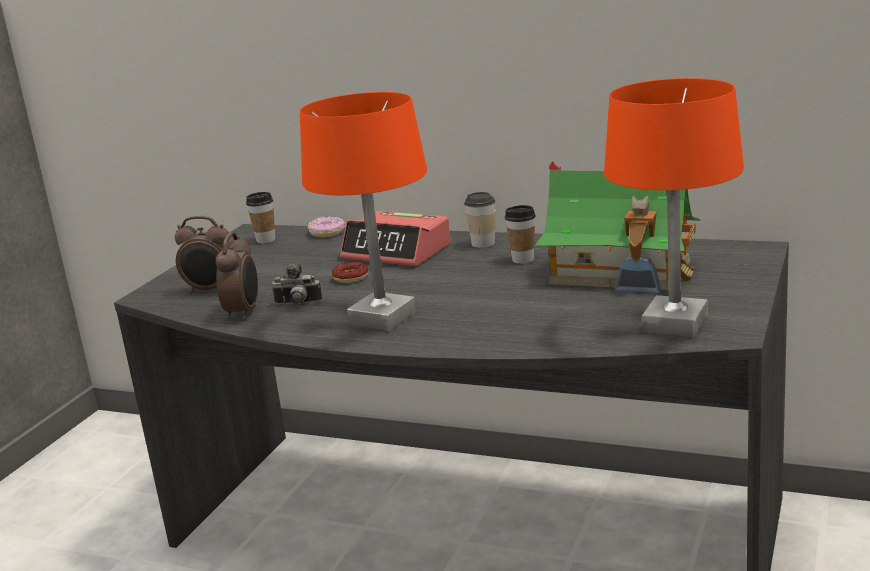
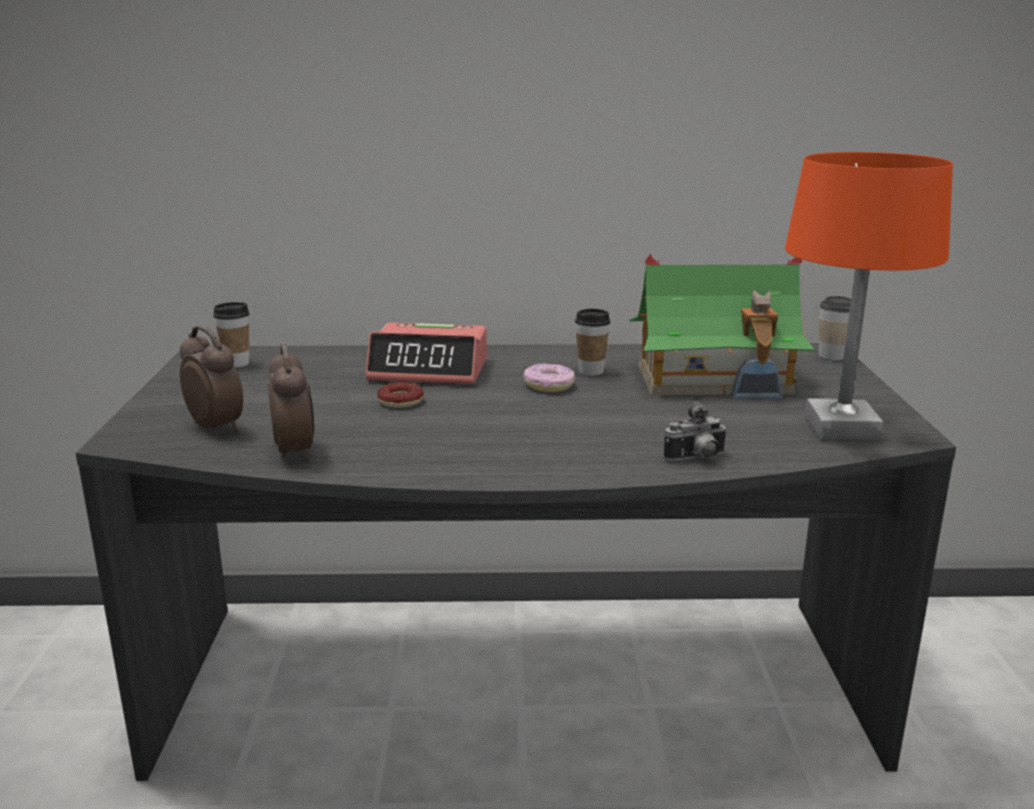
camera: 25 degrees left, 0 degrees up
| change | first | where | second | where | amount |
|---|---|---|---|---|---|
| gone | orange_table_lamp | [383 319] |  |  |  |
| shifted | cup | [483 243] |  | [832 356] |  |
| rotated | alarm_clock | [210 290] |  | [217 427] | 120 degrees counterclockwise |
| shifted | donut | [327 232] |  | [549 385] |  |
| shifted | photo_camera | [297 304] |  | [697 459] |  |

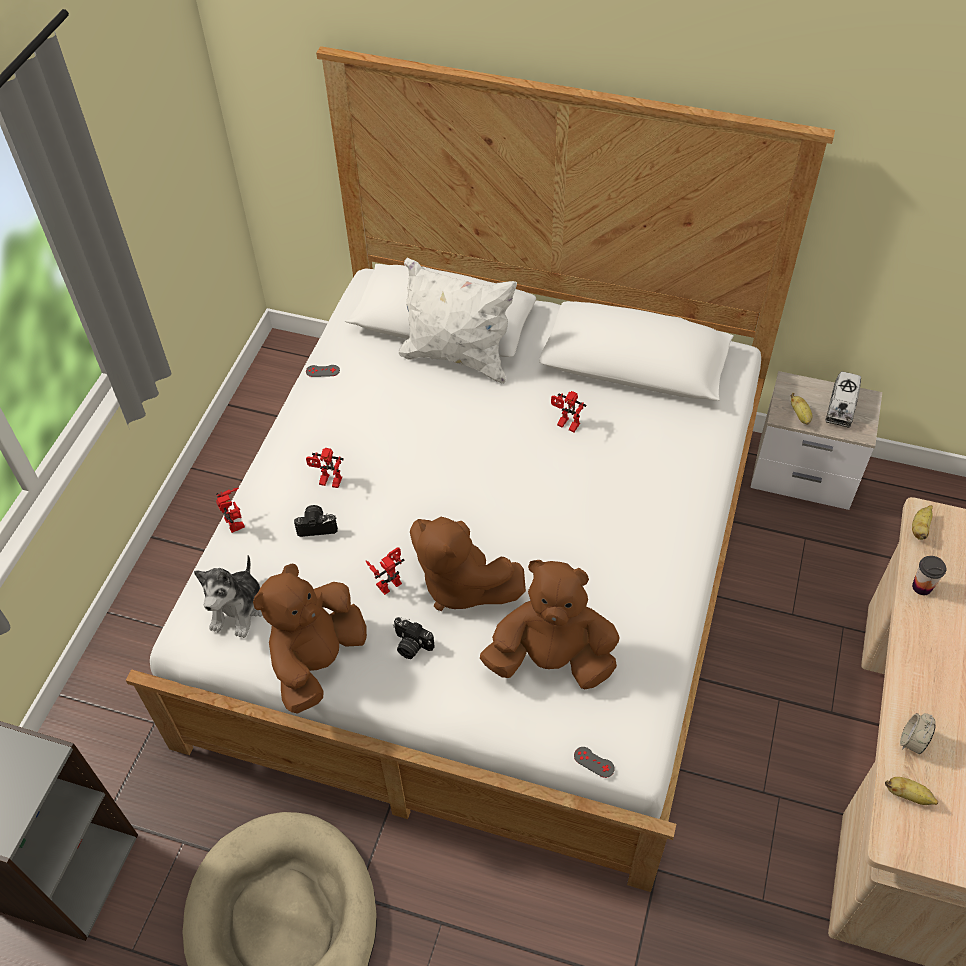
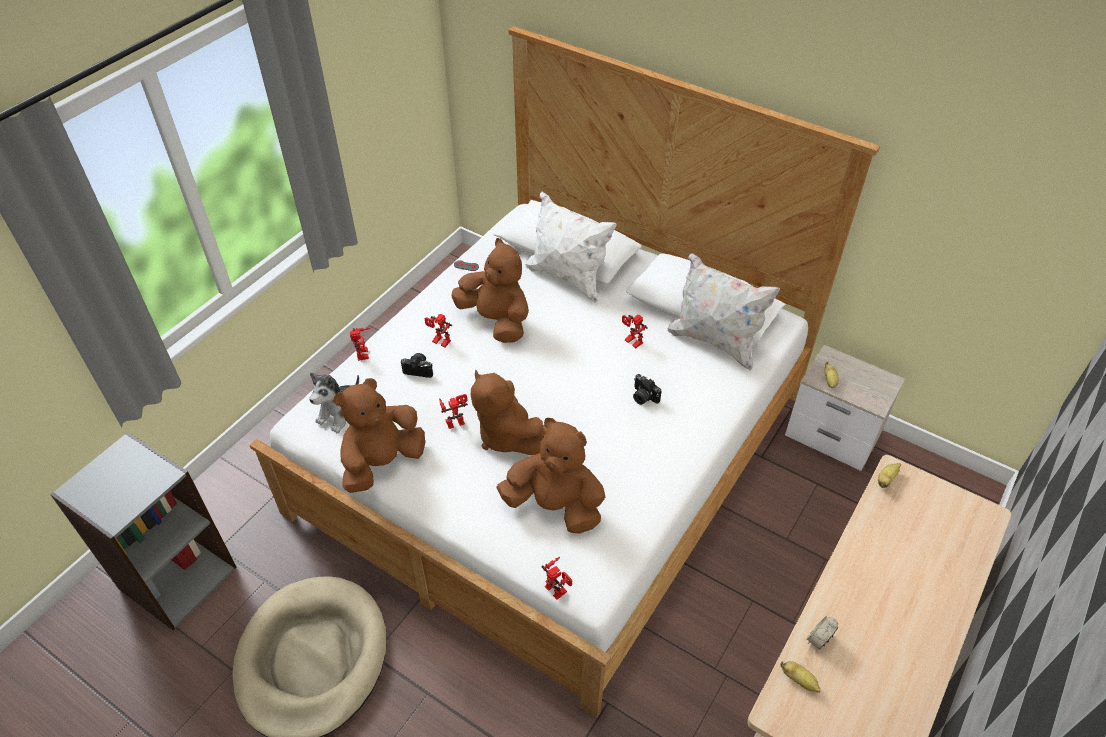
camera: 15 degrees right, 5 degrees down
| change | first | where | second | where | amount |
|---|---|---|---|---|---|
| gone | toy_truck | [841 407] |  |  |  |
| gone | cup | [922 587] |  |  |  |
| shifted | photo_camera | [411 645] |  | [643 397] |  |
| swapped | grey_game_controller | [594 762] | toy_robot | [559 588] |  |
| new |  |  | brown_plush_toy | [496 321] |  |
| new |  |  | white_pillow | [714 342] |  |

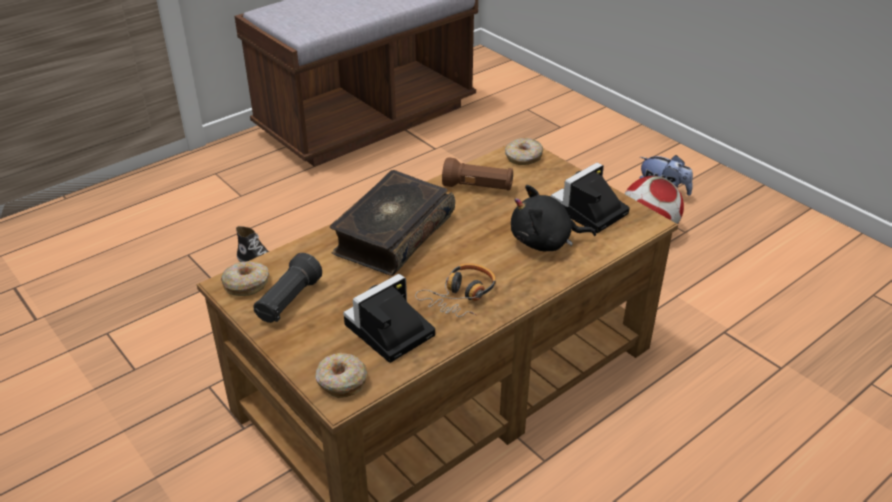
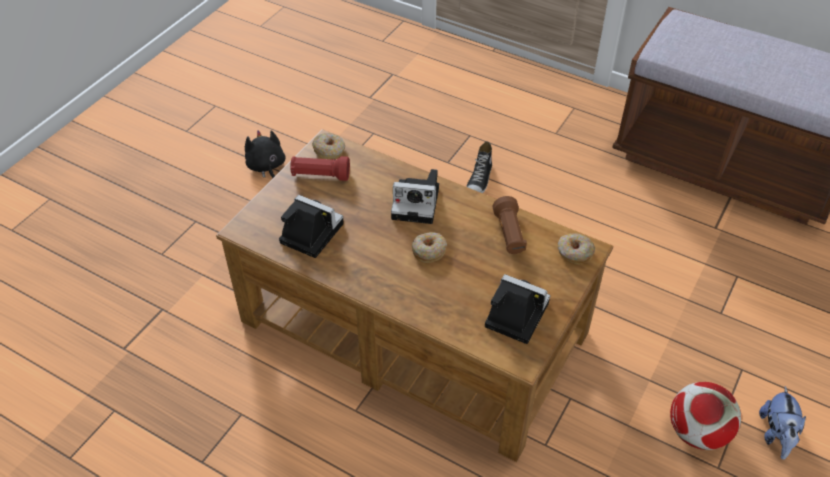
camera: 70 degrees right, 10 degrees up
| change | first | where | second | where | amount |
|---|---|---|---|---|---|
| swapped | book | [392 235] | photo_camera | [418 203] |  |
| shifted | black_plush_toy | [545 242] |  | [266 167] |  |
| repainted | black_flashlight | [288 301] | red_flashlight | [320 175] |  |
| gone | headphones | [461 297] |  |  |  |
| shifted | donut | [341 381] |  | [429 251] |  |

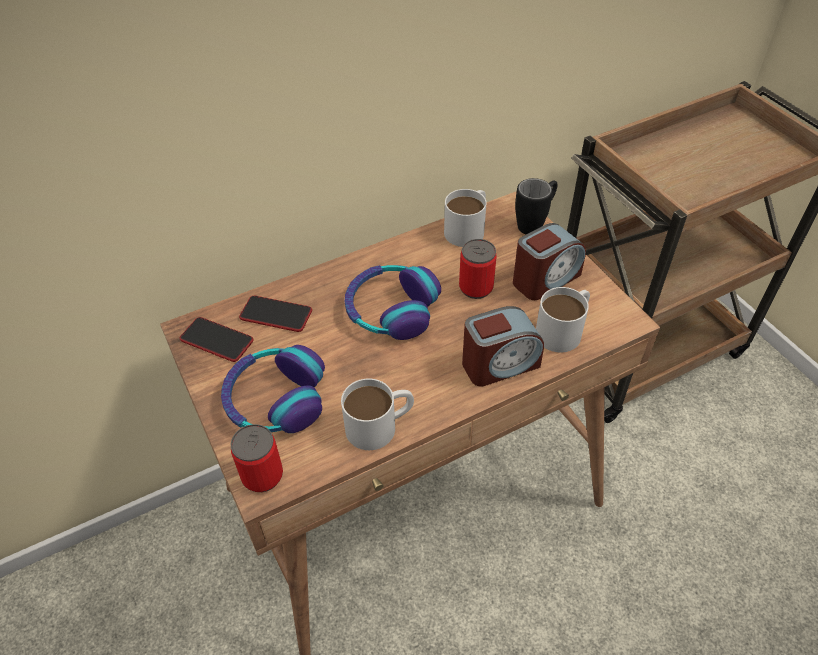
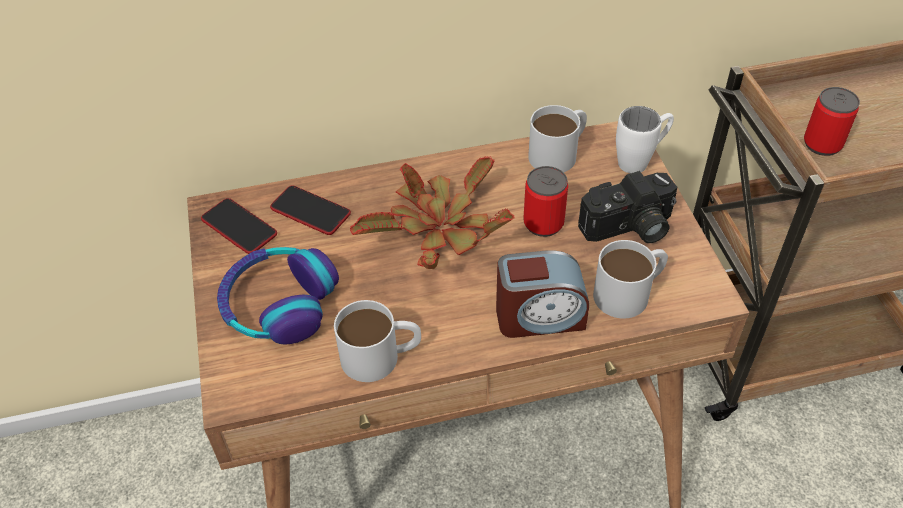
camera: 15 degrees right, 0 degrees up
| change | first | where | second | where | amount |
|---|---|---|---|---|---|
| repainted | black_mug | [535 223] | white_mug | [640 160] |  |
| swapped | alarm_clock | [545 279] | photo_camera | [629 228] |  |
| swapped | headphones | [391 310] | potted_plant | [438 230] |  |
| shifted | can | [262 475] |  | [822 144] |  |

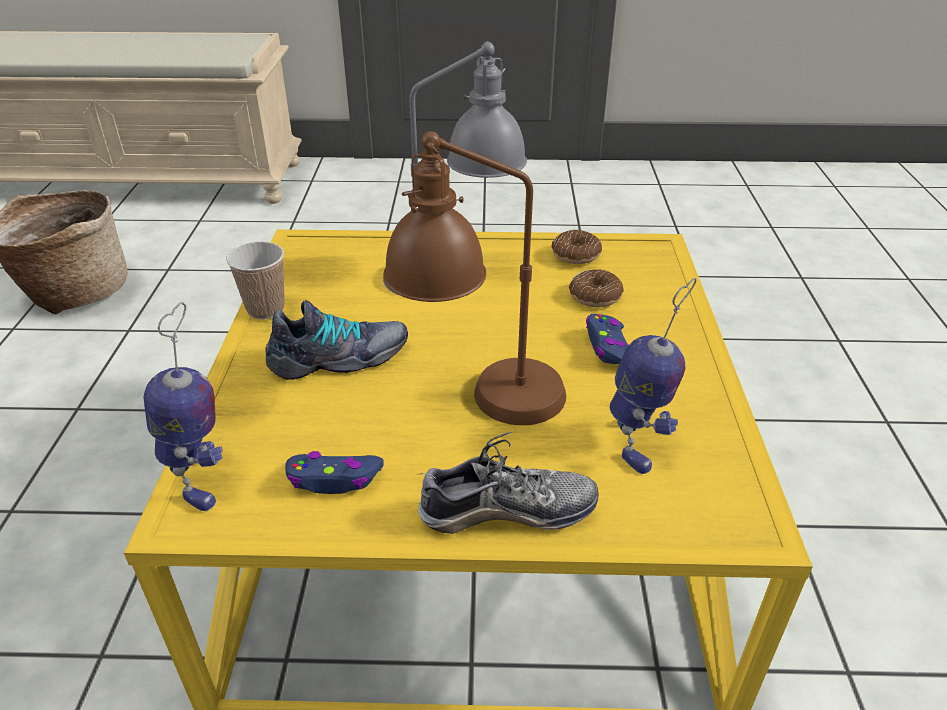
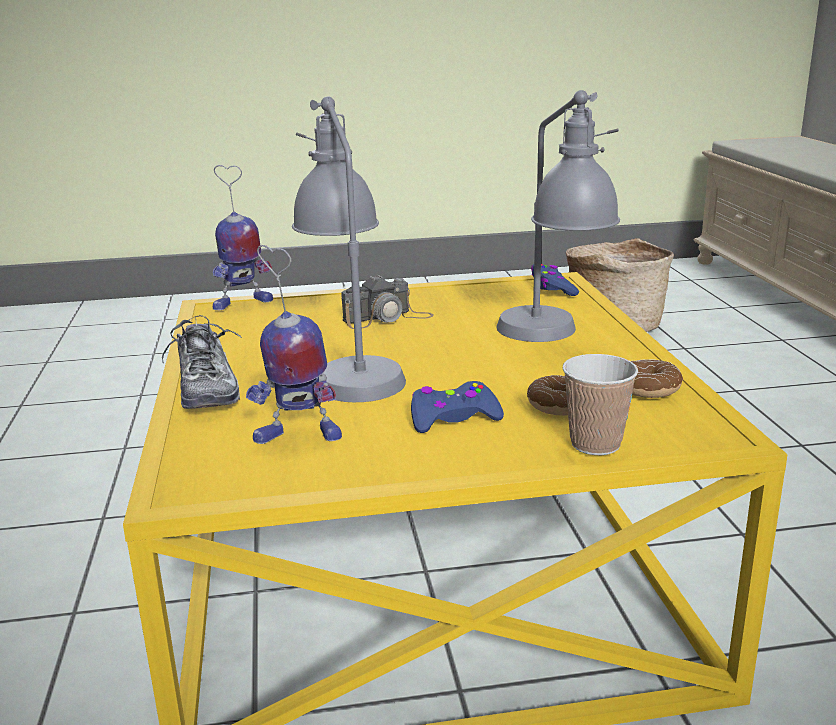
camera: 80 degrees right, 15 degrees down
| change | first | where | second | where | amount |
|---|---|---|---|---|---|
| repainted | brown_table_lamp | [479 398] | grey_table_lamp | [350 368] |  |
| shifted | cup | [265 309] |  | [595 444] |  |
| swapped | shoe | [340 359] | photo_camera | [387 318] |  |
| shifted | blue_game_controller | [334 479] |  | [552 288] |  |

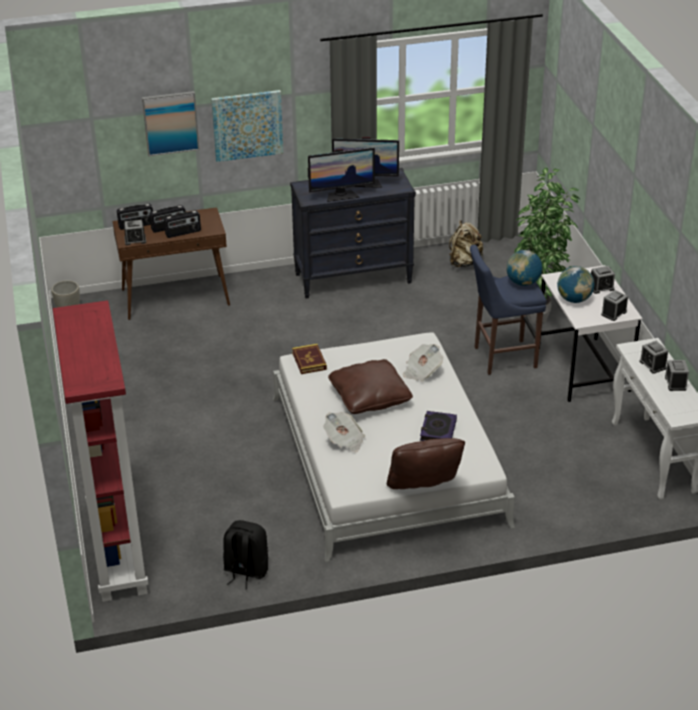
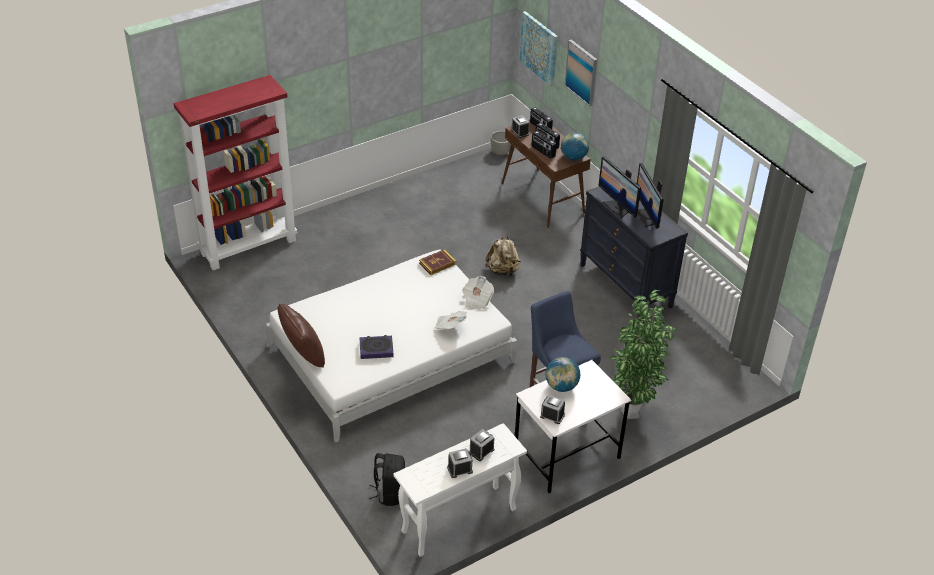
camera: 70 degrees right, 5 degrees up
| change | first | where | second | where | amount |
|---|---|---|---|---|---|
| shifted | picture | [247 125] |  | [539 48] |  |
| shifted | beige_backpack | [464 262] |  | [503 271] |  |
| shifted | globe | [523 283] |  | [573 157] |  |
| gone | alarm_clock | [601 287] |  |  |  |
| gone | brown_pillow | [369 397] |  |  |  |
| shifted | newspaper | [344 440] |  | [476 300] |  |
| shifted | black_backpack | [245 571] |  | [389 493] |  |

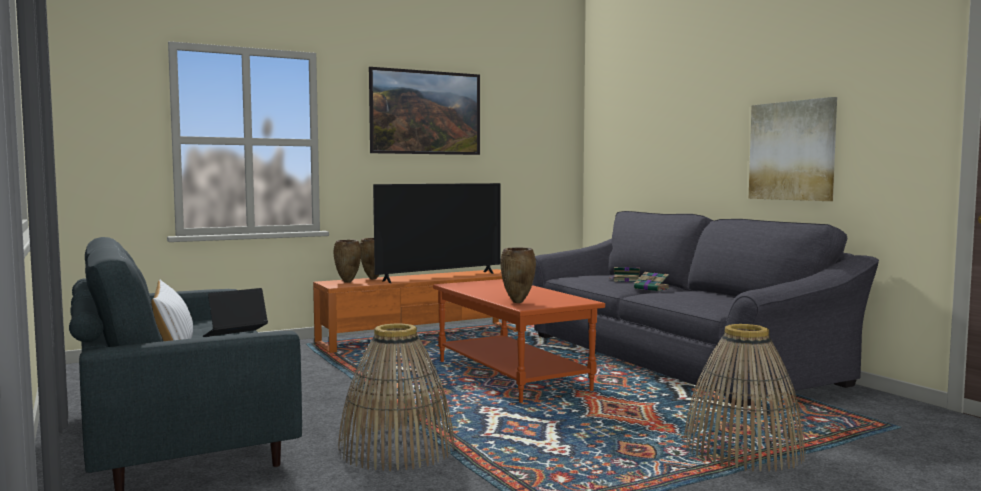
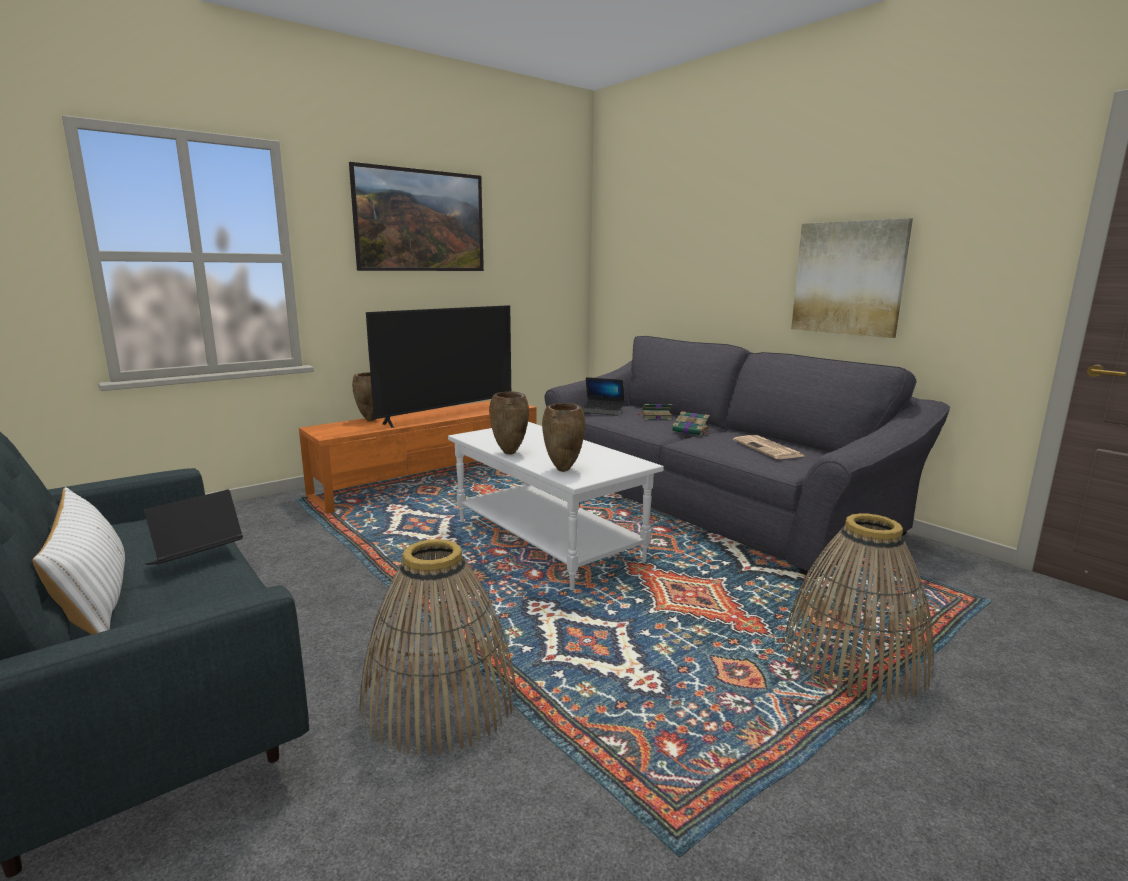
camera: 10 degrees left, 10 degrees up
| change | first | where | second | where | amount |
|---|---|---|---|---|---|
| shifted | brown_vase | [348 282] |  | [510 453] |  |
| repainted | orange_coffee_table | [513 376] | white_coffee_table | [548 540] |  |
| new |  |  | laptop | [602 411] |  |
| new |  |  | newspaper | [769 449] |  |

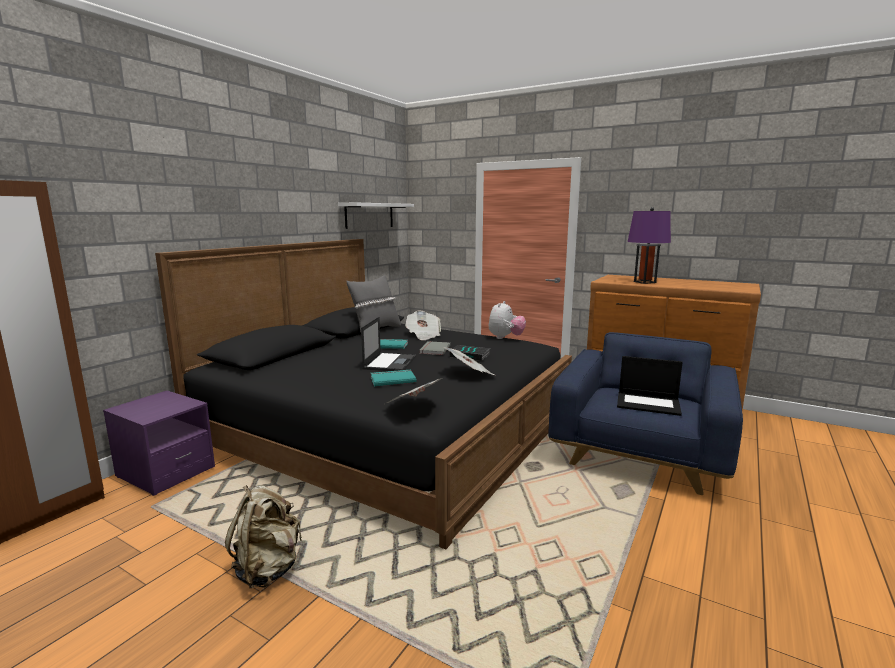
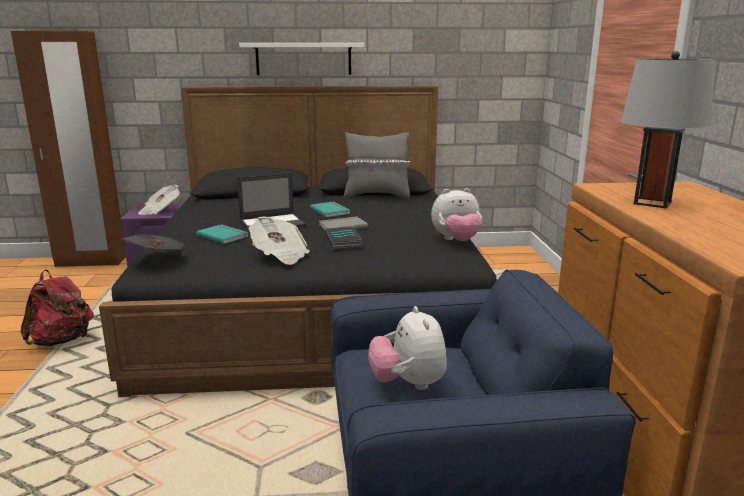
camera: 55 degrees right, 5 degrees up
| change | first | where | second | where | amount |
|---|---|---|---|---|---|
| shifted | white_shelf | [369 215] |  | [303 59] |  |
| repainted | purple_table_lamp | [644 282] | grey_table_lamp | [652 203] |  |
| shifted | newspaper | [423 335] |  | [160 211] |  |
| swapped | laptop | [648 403] | plush_toy | [408 383] |  |
| repainted | beige_backpack | [268 569] | red_backpack | [62 341] |  |

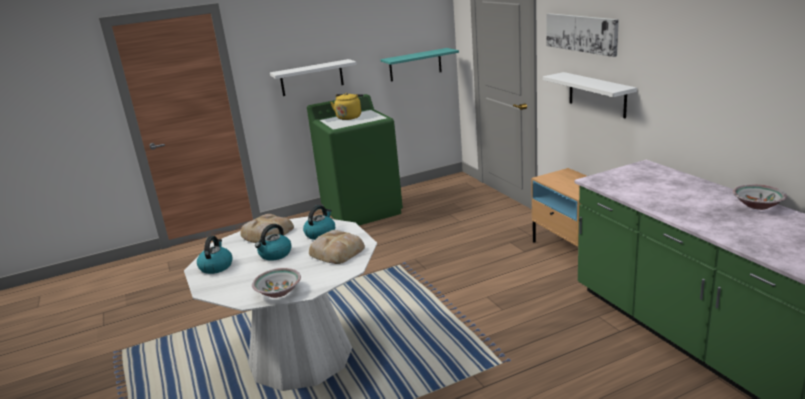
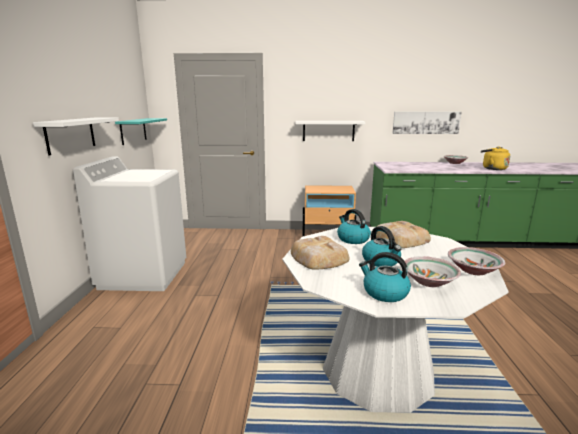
camera: 65 degrees left, 5 degrees down
| change | first | where | second | where | amount |
|---|---|---|---|---|---|
| shifted | picture | [581 33] |  | [426 122] |  |
| shifted | yellow_kettle | [349 117] |  | [492 168] |  |
| repainted | green_washing_machine | [362 210] | white_washing_machine | [144 274] |  |
| new |  |  | bowl | [429 281] |  |

